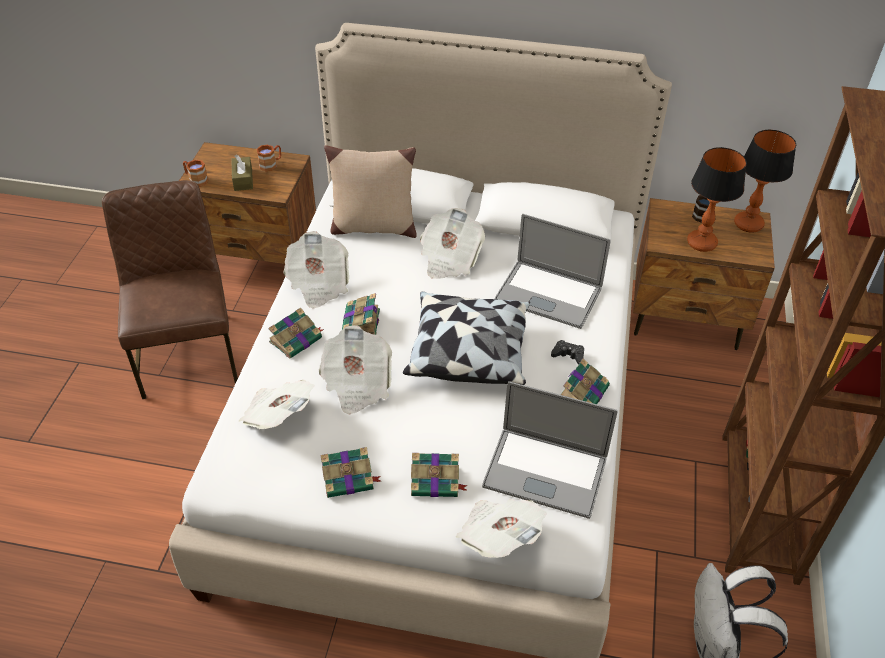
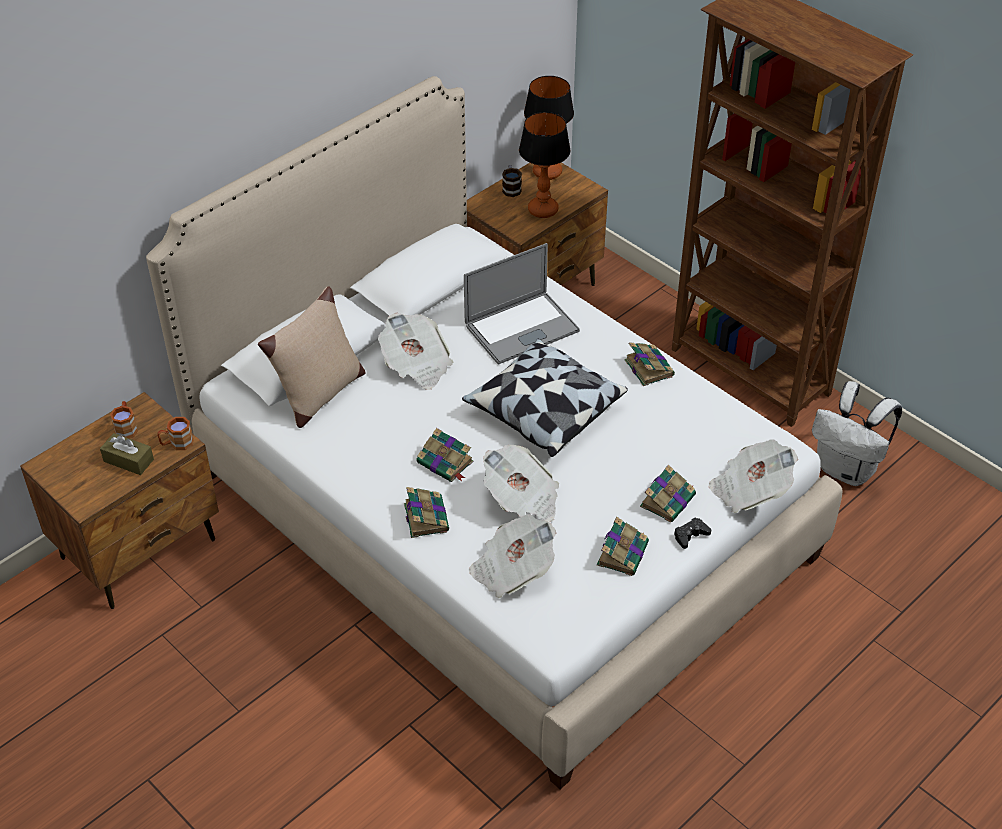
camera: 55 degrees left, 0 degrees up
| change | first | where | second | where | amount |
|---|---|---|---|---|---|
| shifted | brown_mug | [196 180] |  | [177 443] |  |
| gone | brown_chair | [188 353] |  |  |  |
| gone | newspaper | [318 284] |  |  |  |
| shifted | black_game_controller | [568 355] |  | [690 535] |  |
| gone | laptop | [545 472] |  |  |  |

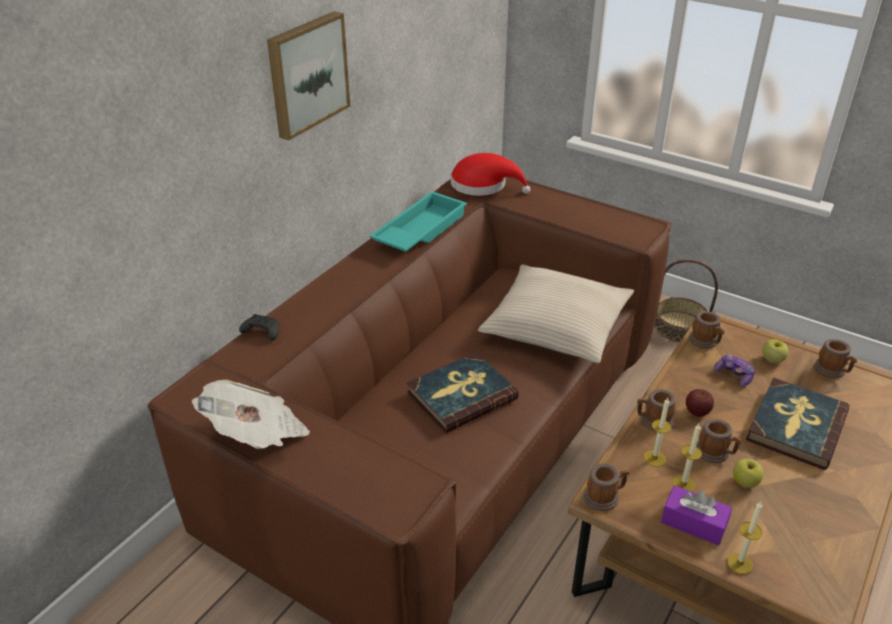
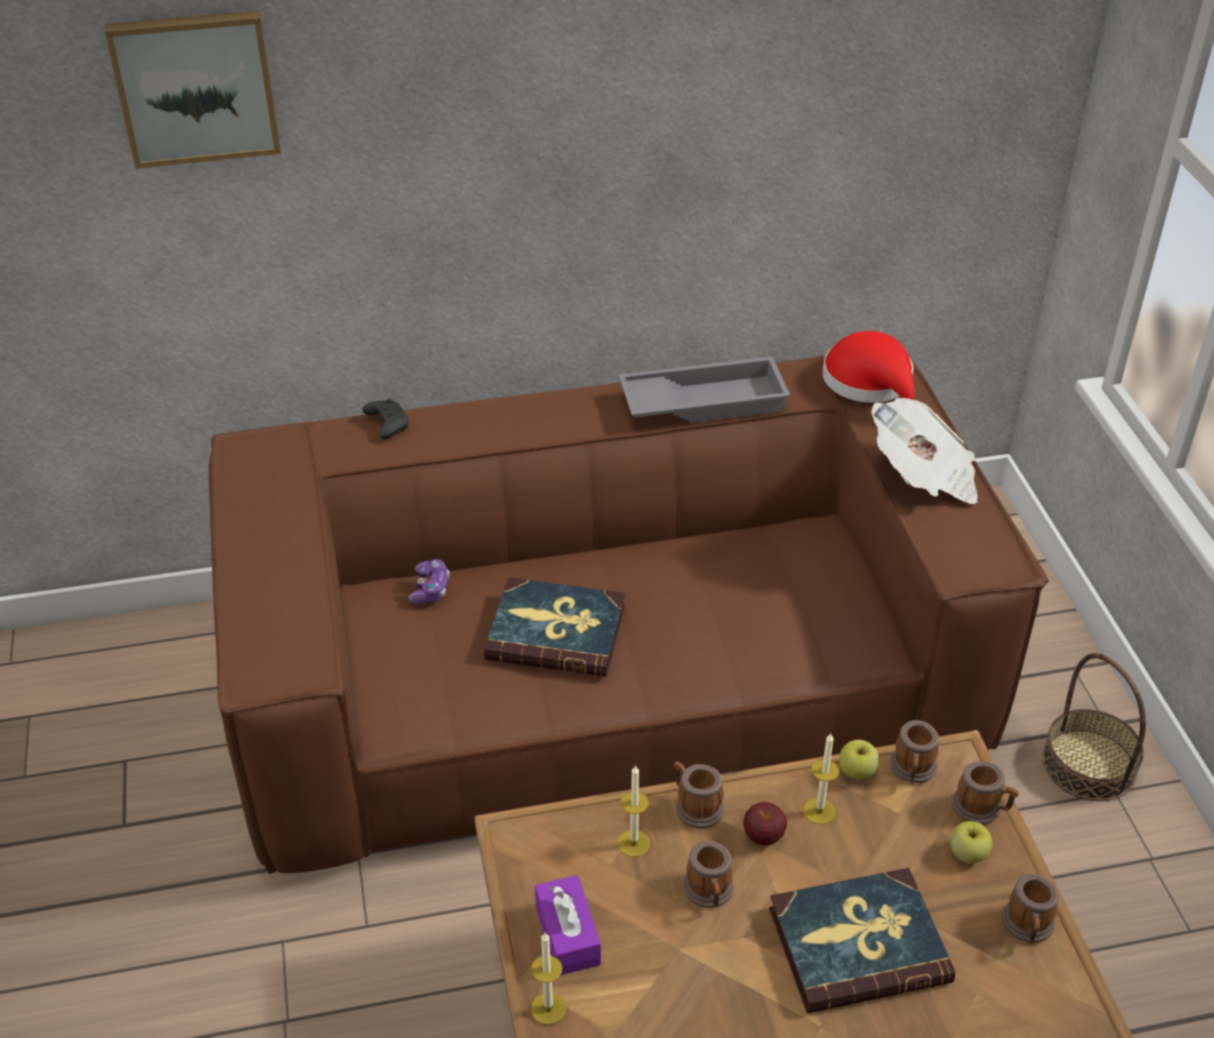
camera: 45 degrees right, 5 degrees up
| change | first | where | second | where | amount |
|---|---|---|---|---|---|
| shifted | picture | [306 74] |  | [195 86] |  |
| repainted | turquoise_tray | [419 230] | grey_tray | [704 400] |  |
| gone | beige_pillow | [556 326] |  |  |  |
| shifted | game_controller | [734 375] |  | [430 589] |  |
| shifted | newspaper | [257 434] |  | [924 476] |  |
| shifted | candle | [683 484] |  | [819 811] |  |
| shifted | apple | [745 482] |  | [857 771] |  |
| shifted | mug | [604 497] |  | [982 808] |  |

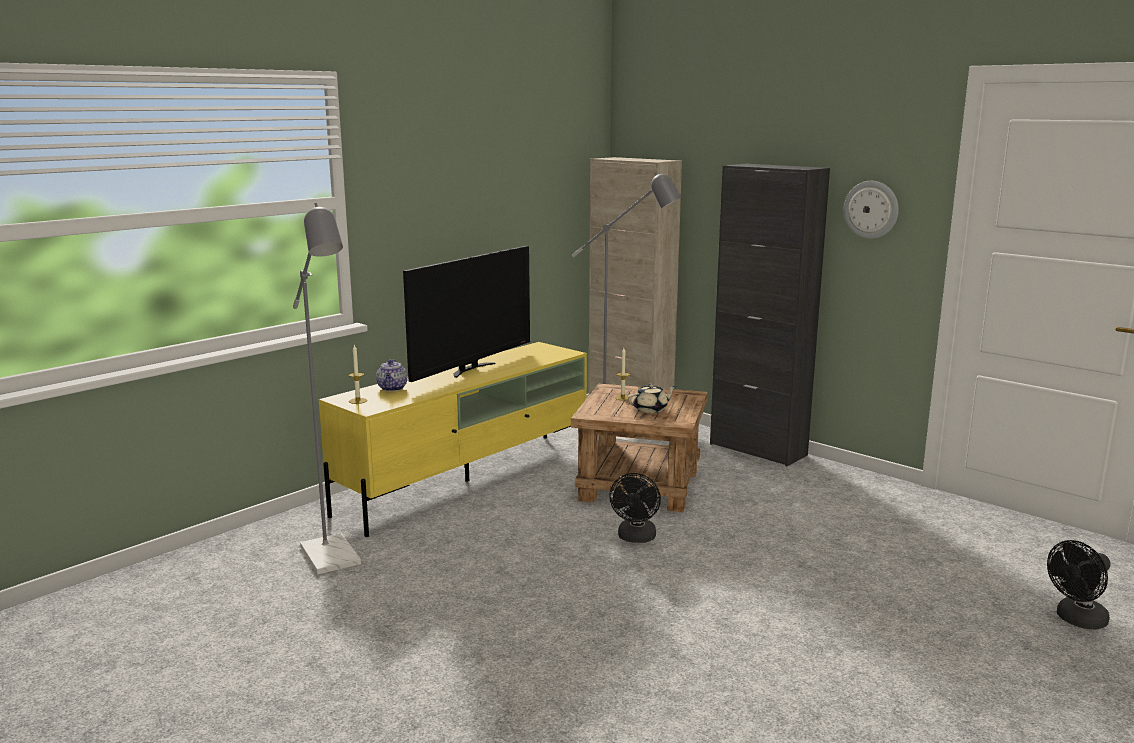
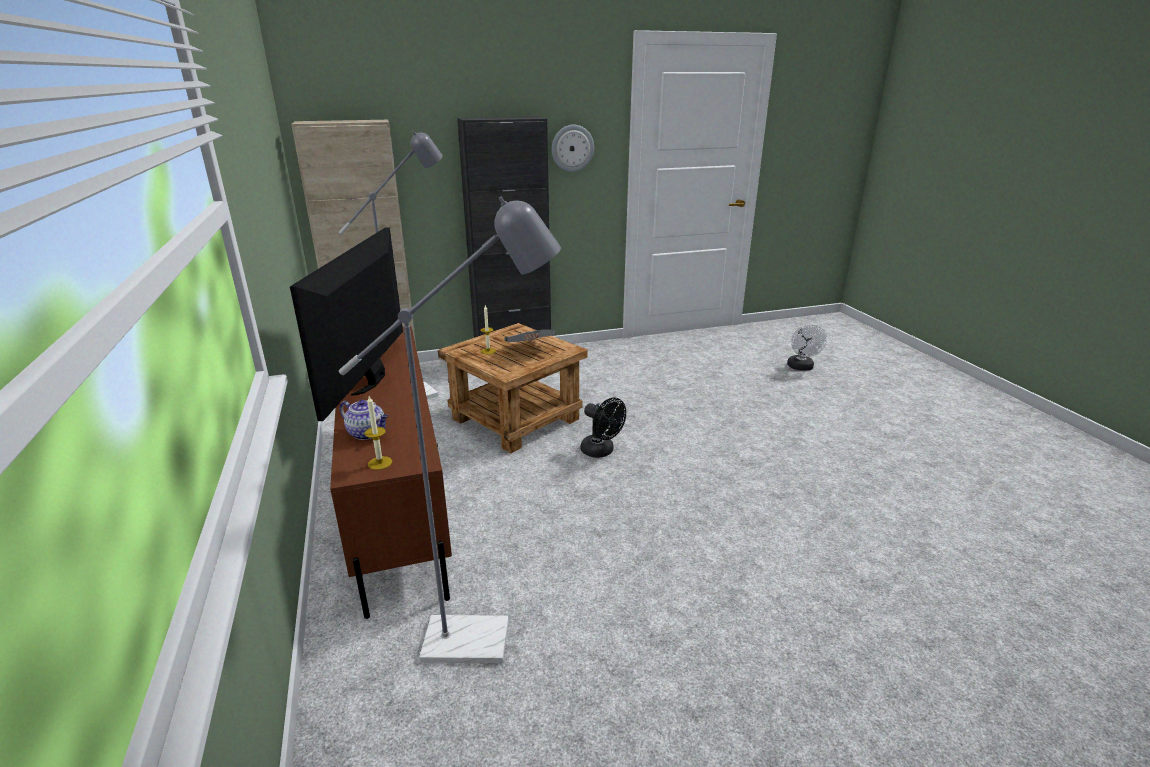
camera: 60 degrees left, 10 degrees up
| change | first | where | second | where | amount |
|---|---|---|---|---|---|
| rotated | television | [471 369] |  | [372 380] | 150 degrees counterclockwise |
| repainted | yellow_tv_stand | [469 480] | brown_tv_stand | [397 494] |  |
| swapped | beige_teapot | [651 409] | newspaper | [530 350] |  |
| repainted | black_fan | [1076 620] | white_fan | [801 368] |  |

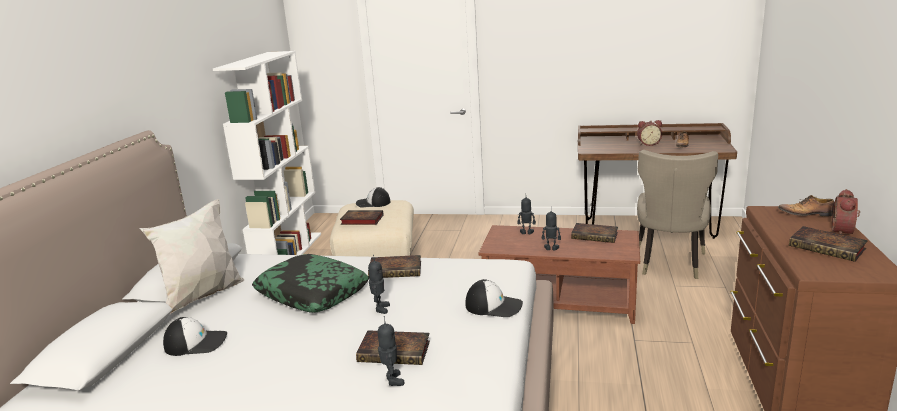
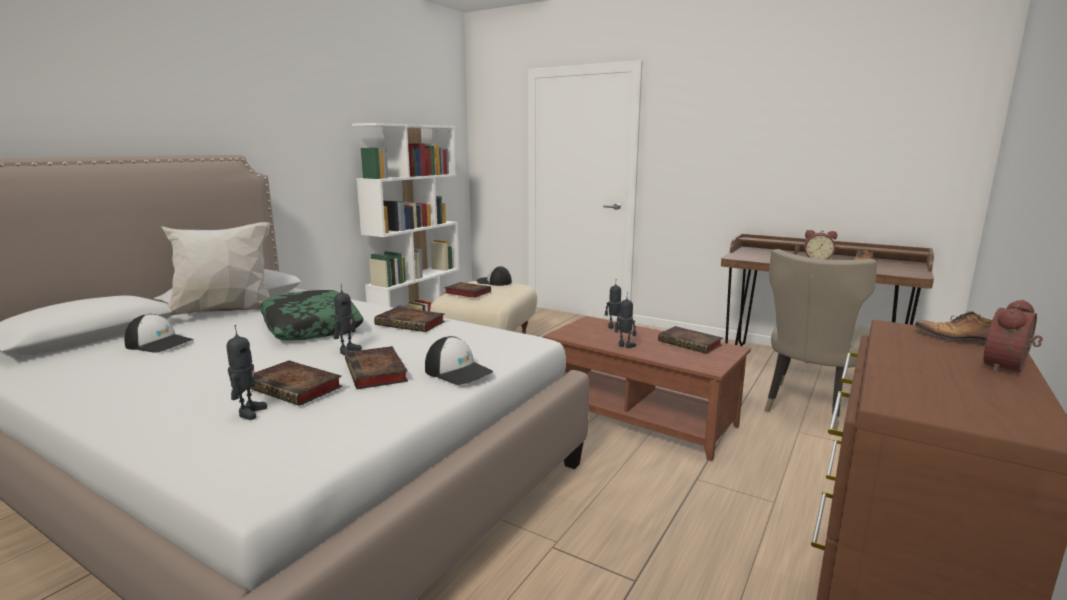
camera: 20 degrees right, 5 degrees down
| change | first | where | second | where | amount |
|---|---|---|---|---|---|
| shifted | book | [829 248] |  | [377 373] |  |

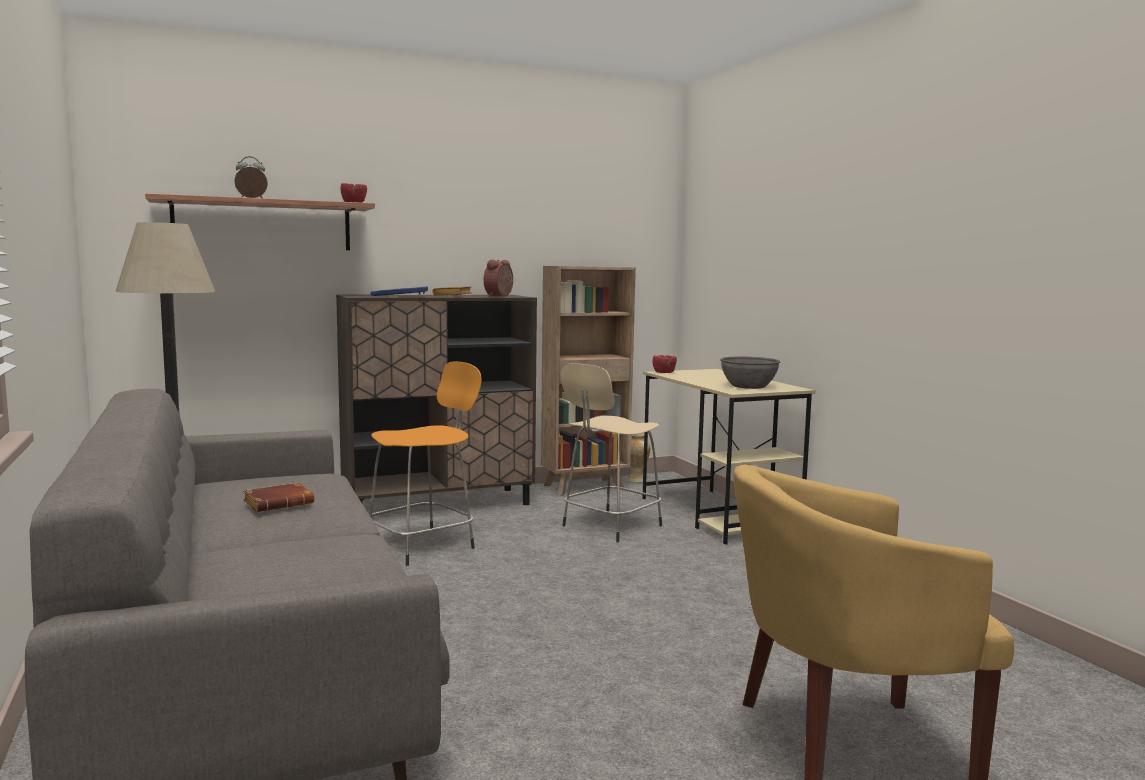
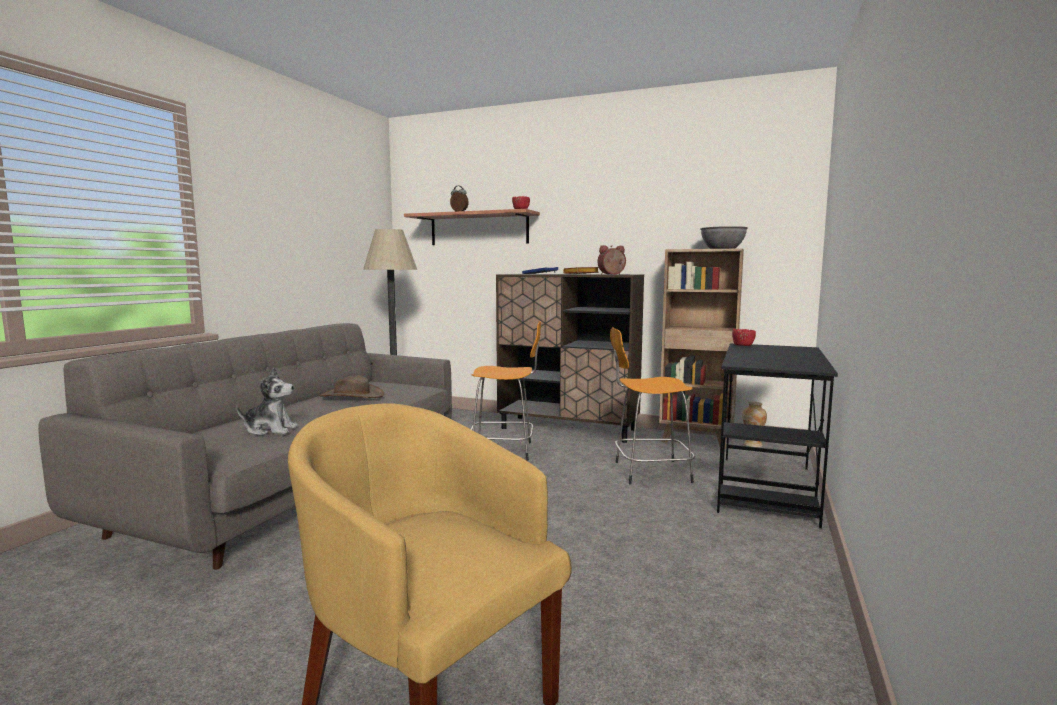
camera: 45 degrees right, 0 degrees up
| change | first | where | second | where | amount |
|---|---|---|---|---|---|
| shifted | grey_bowl | [748 386] |  | [722 248] |  |
| repainted | beige_stool | [609 527] | orange_stool | [649 472] |  |
| repainted | beige_desk | [718 515] | black_desk | [766 488] |  |
| swapped | brown_book | [280 503] | brown_hat | [352 395] |  |
| new |  |  | plush_toy | [270 430] |  |

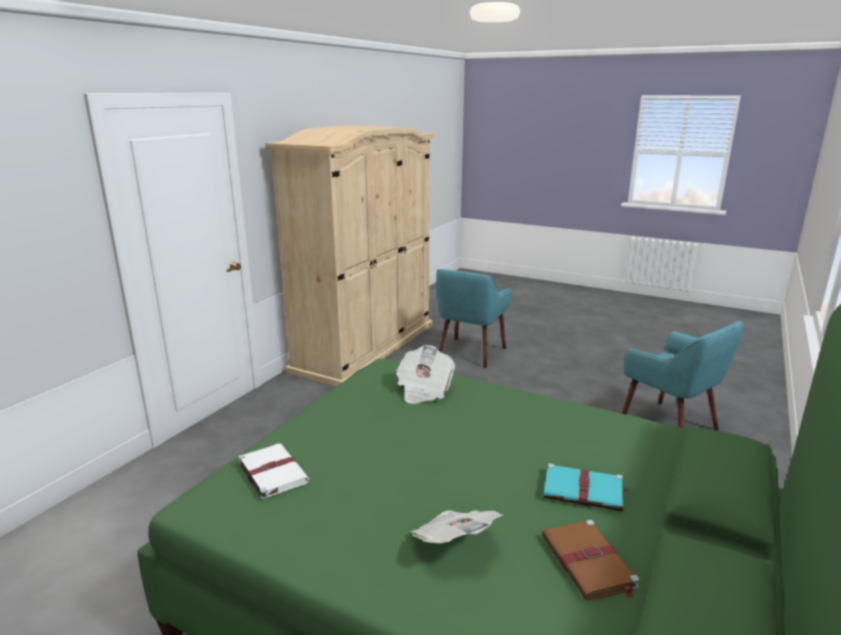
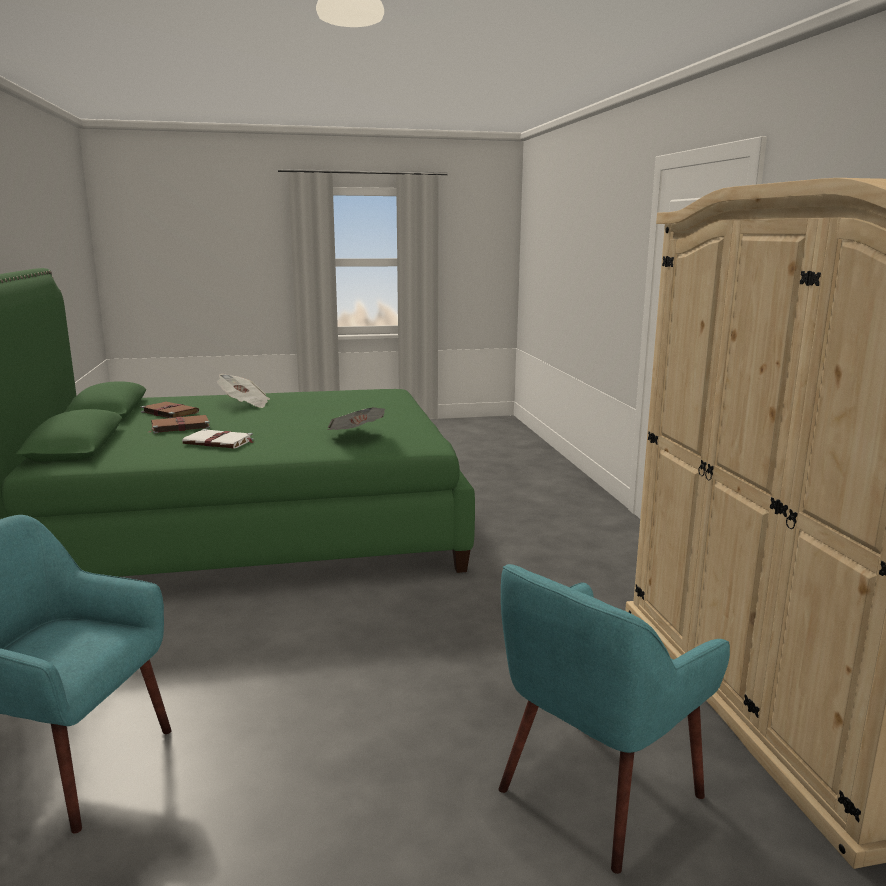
camera: 140 degrees right, 5 degrees down
| change | first | where | second | where | amount |
|---|---|---|---|---|---|
| rotated | turquoise_armchair | [470 353] |  | [596 792] | 120 degrees counterclockwise |
| shifted | white_book | [272 472] |  | [219 442] |  |
| repainted | turquoise_book | [584 491] | brown_book | [179 426] |  |

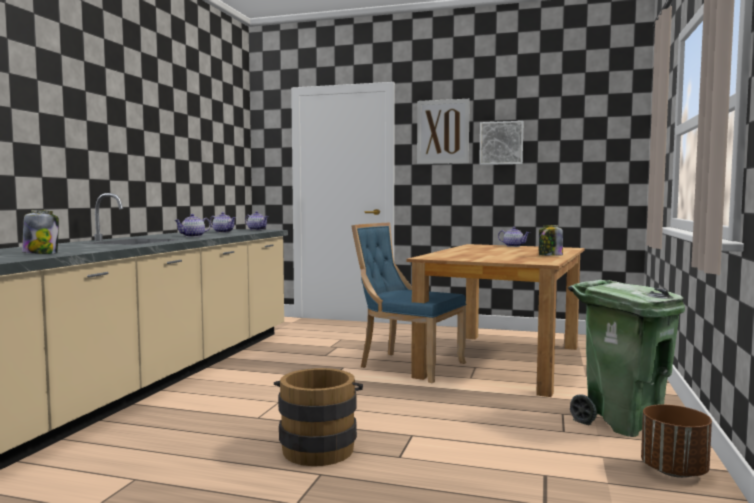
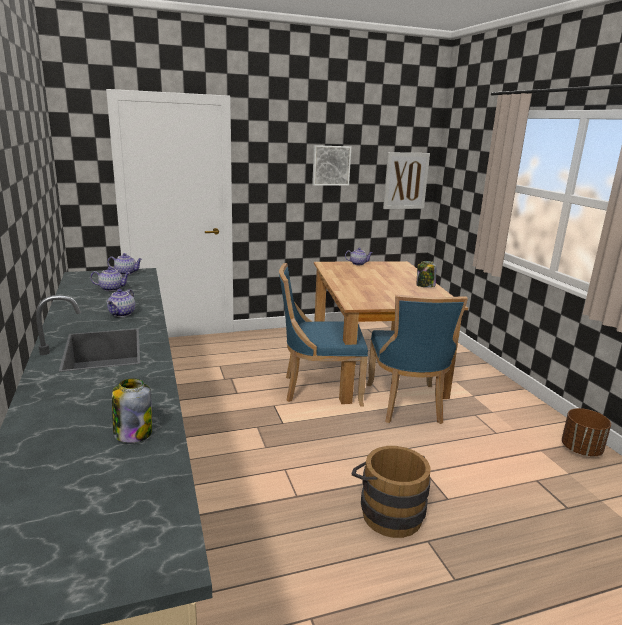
camera: 35 degrees left, 15 degrees up
| change | first | where | second | where | amount |
|---|---|---|---|---|---|
| shifted | picture | [443 132] |  | [405 181] |  |
| gone | green_trash_can | [622 422] |  |  |  |
| new |  |  | blue_chair | [406 405] |  |

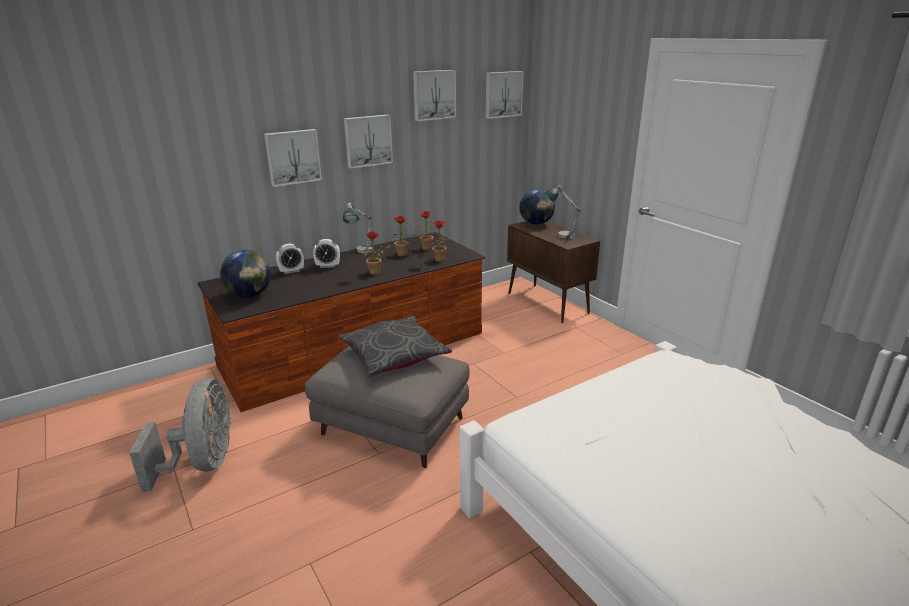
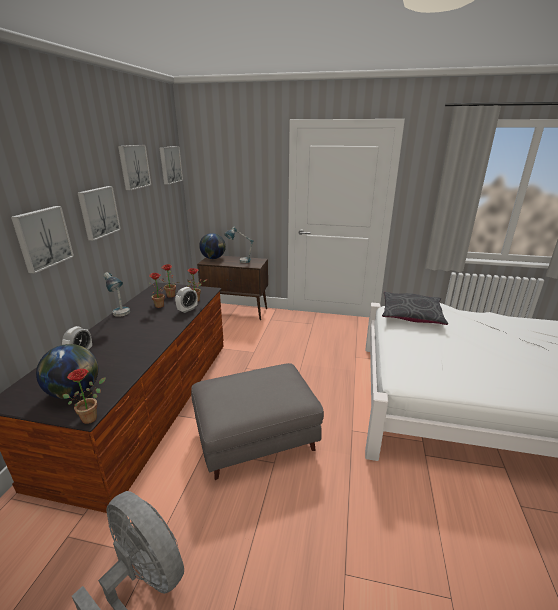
camera: 45 degrees left, 0 degrees up
| change | first | where | second | where | amount |
|---|---|---|---|---|---|
| shifted | potted_plant | [377 272] |  | [92 416] |  |
| shifted | alarm_clock | [328 266] |  | [187 309] |  |
| shifted | grey_pillow | [394 355] |  | [411 315] |  |

